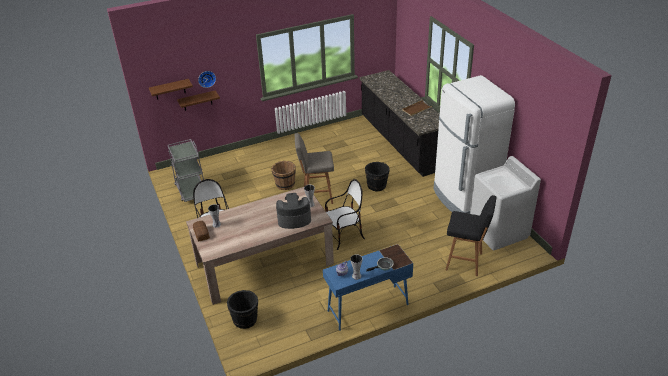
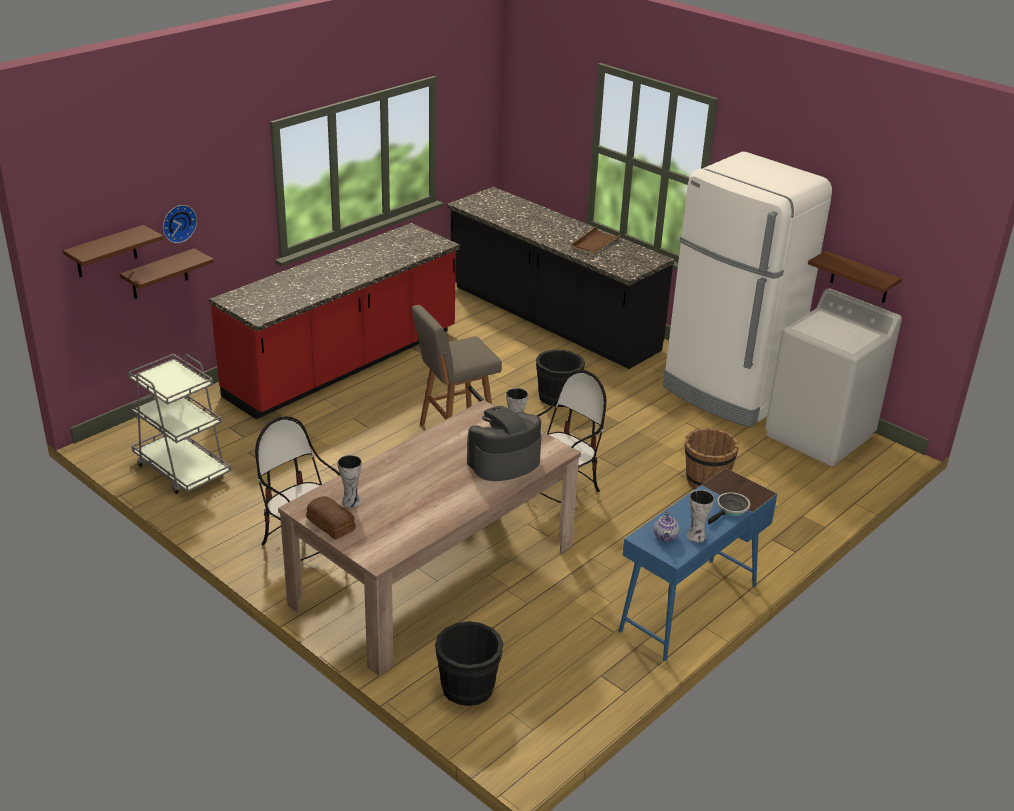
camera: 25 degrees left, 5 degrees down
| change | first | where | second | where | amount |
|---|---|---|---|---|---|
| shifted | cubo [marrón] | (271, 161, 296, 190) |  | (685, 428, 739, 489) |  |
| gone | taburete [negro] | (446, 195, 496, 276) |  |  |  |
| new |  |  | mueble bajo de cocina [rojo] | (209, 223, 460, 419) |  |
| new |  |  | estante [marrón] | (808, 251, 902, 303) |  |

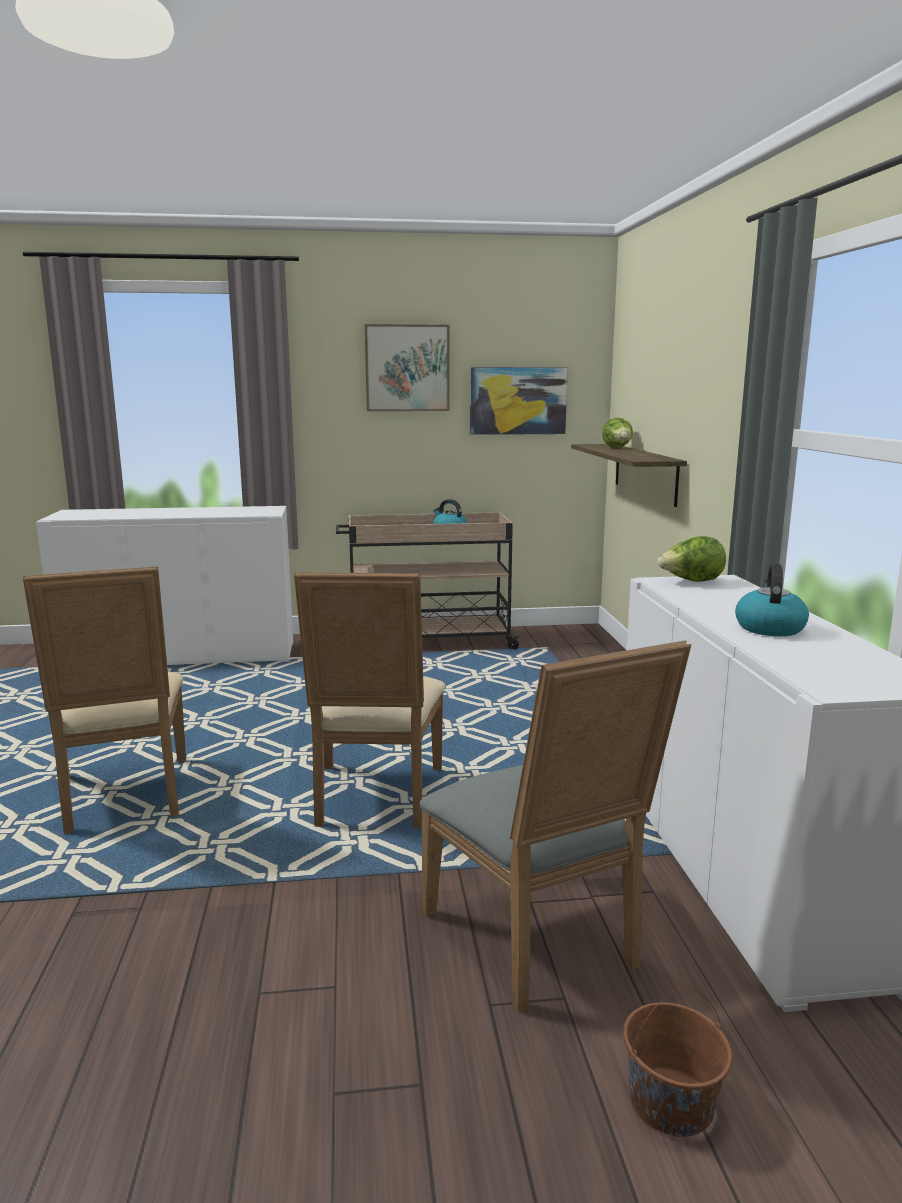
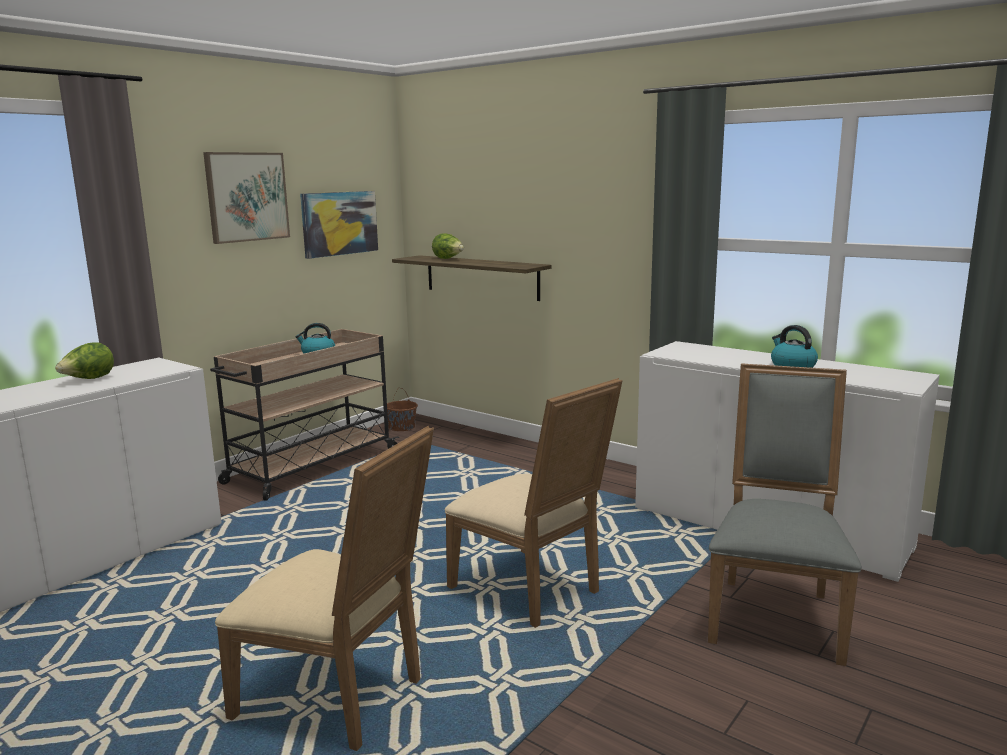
camera: 45 degrees left, 0 degrees up
| change | first | where | second | where | amount |
|---|---|---|---|---|---|
| shifted | lechuga | (657, 536, 726, 582) |  | (55, 342, 114, 379) |  |
| rotated | silla [gris] | (420, 640, 692, 1013) |  | (708, 363, 862, 666) | 90 degrees counterclockwise |
| shifted | cubo [marrón] | (623, 988, 732, 1137) |  | (387, 389, 418, 431) |  |

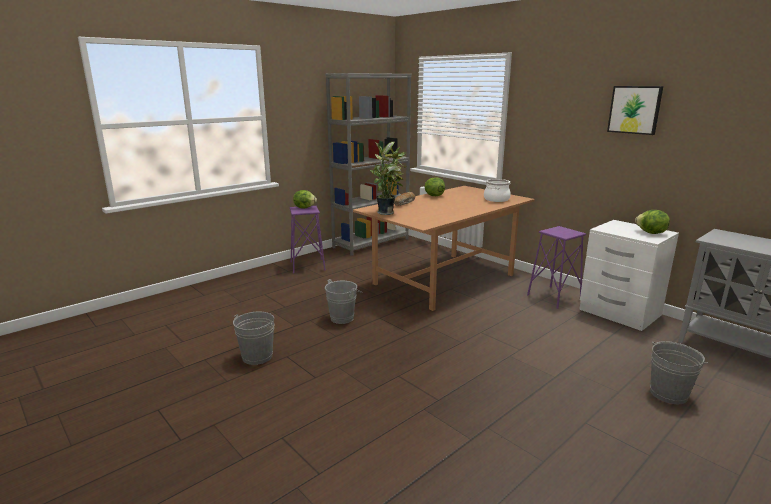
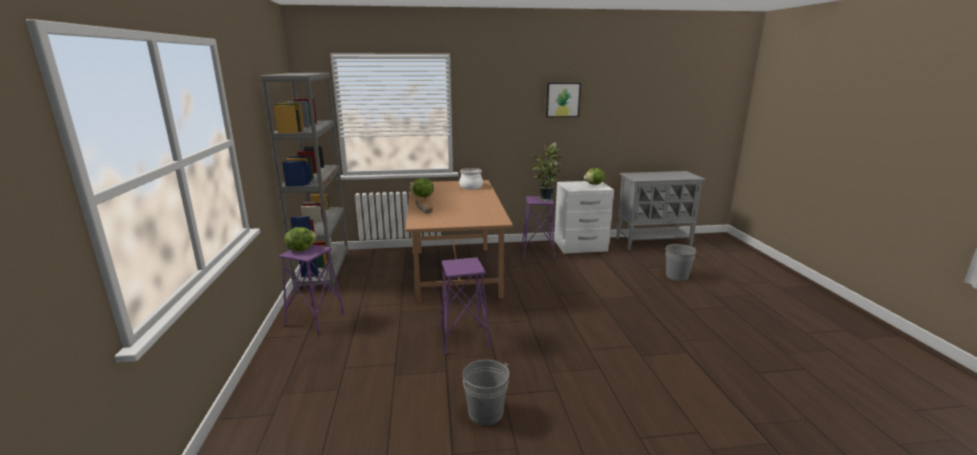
camera: 55 degrees left, 0 degrees up
| change | first | where | second | where | amount |
|---|---|---|---|---|---|
| shifted | planta en maceta | (370, 142, 407, 215) |  | (531, 142, 563, 202) |  |
| swapped | cubo [gris] | (325, 279, 363, 324) | taburete [morado] | (440, 257, 490, 355) |  |

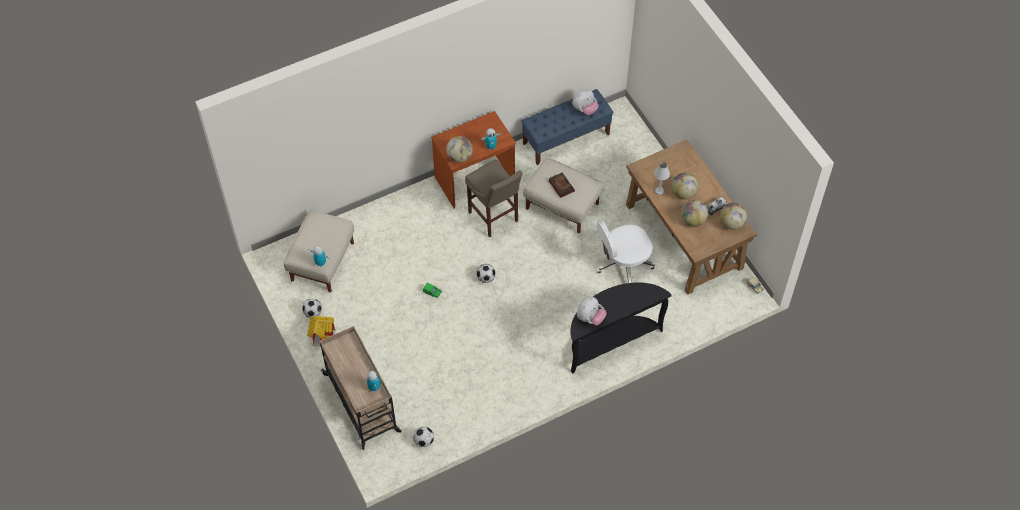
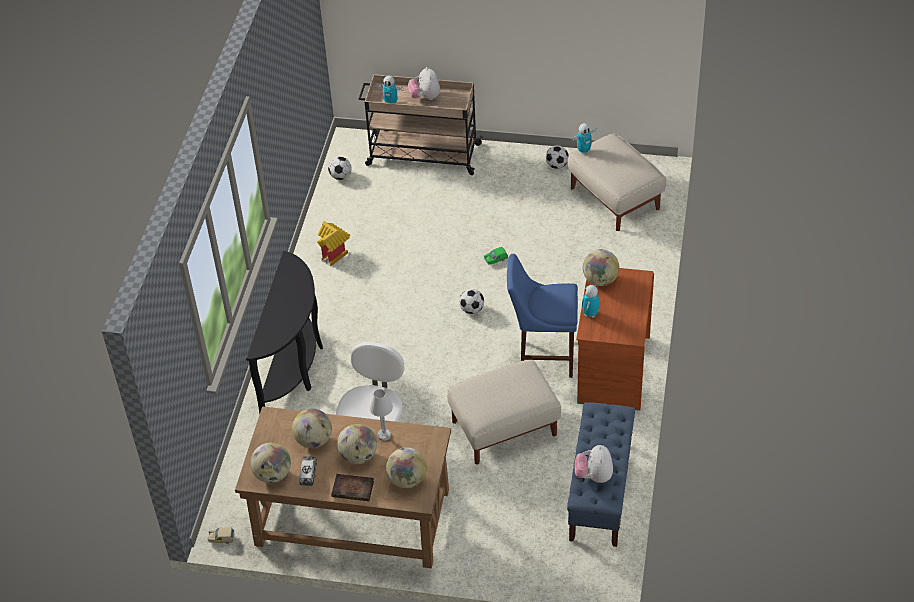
camera: 130 degrees right, 10 degrees down
| change | first | where | second | where | amount |
|---|---|---|---|---|---|
| repainted | taburete [beis] | (465, 159, 522, 238) | taburete [azul] | (507, 254, 578, 378) |  |
| shifted | libro | (549, 172, 575, 198) |  | (331, 474, 374, 501) |  |
| shifted | peluche | (577, 297, 606, 325) |  | (408, 67, 440, 100) |  |
| shifted | casita | (307, 316, 336, 347) |  | (317, 222, 350, 267) |  |
| new |  |  | globo terráqueo | (386, 447, 427, 488) |  |

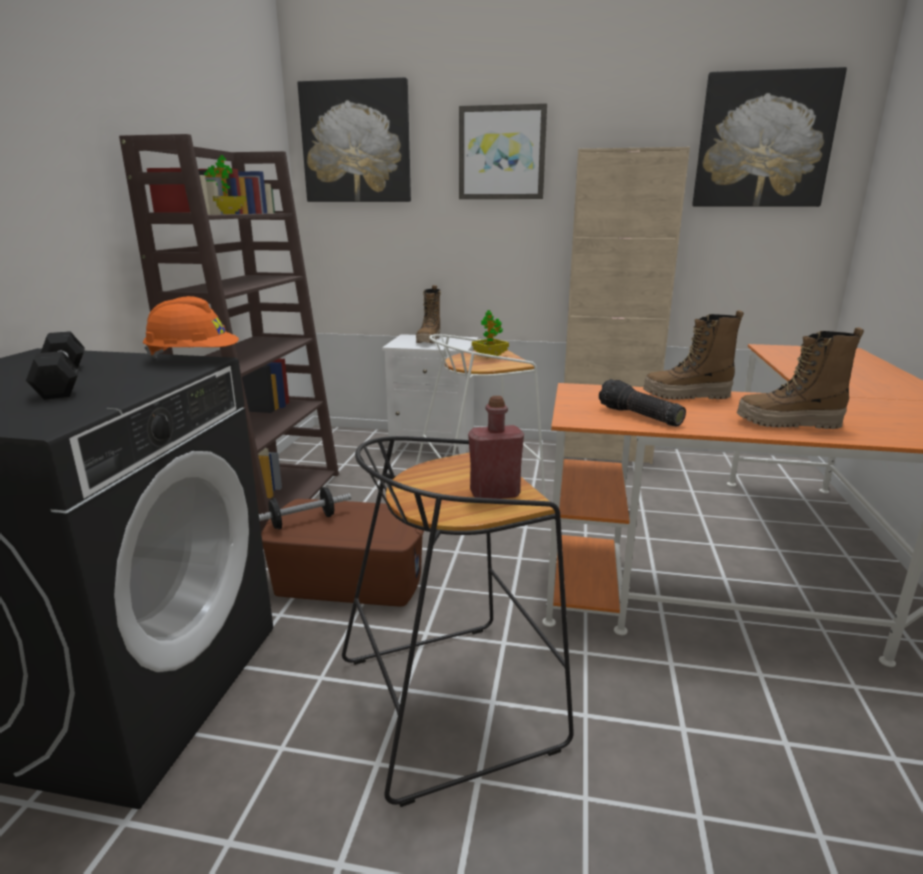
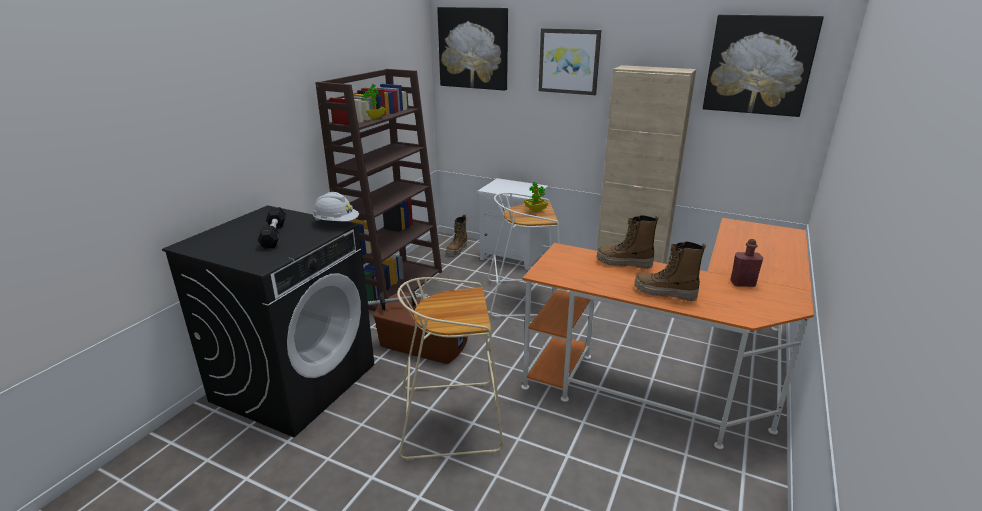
camera: 15 degrees right, 5 degrees up
| change | first | where | second | where | amount |
|---|---|---|---|---|---|
| shifted | bota | (416, 285, 441, 344) |  | (446, 214, 467, 255) |  |
| repainted | casco [naranja] | (143, 296, 239, 359) | casco [blanco] | (313, 192, 359, 222) |  |
| gone | linterna | (599, 379, 686, 427) |  |  |  |
| shifted | botella [rojo] | (468, 396, 524, 499) |  | (730, 239, 763, 287) |  |
| repainted | taburete [negro] | (342, 436, 574, 807) | taburete [beis] | (397, 277, 503, 461) |  |

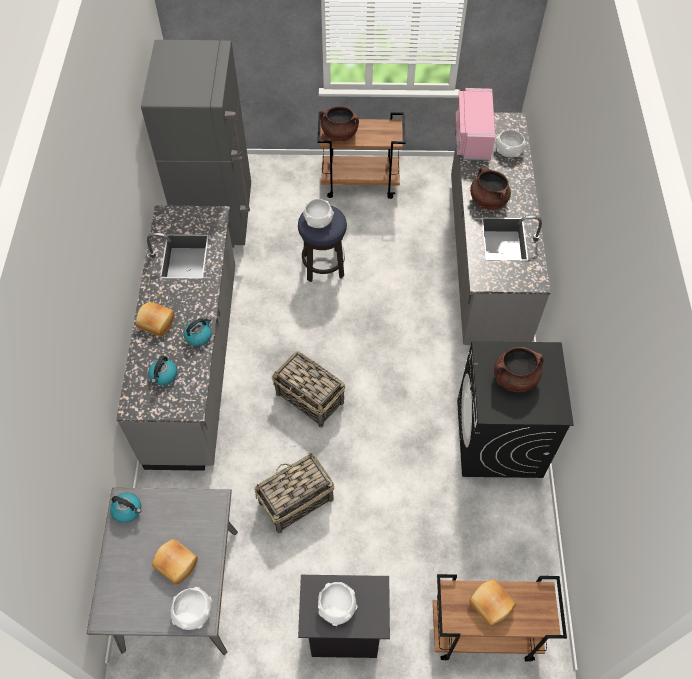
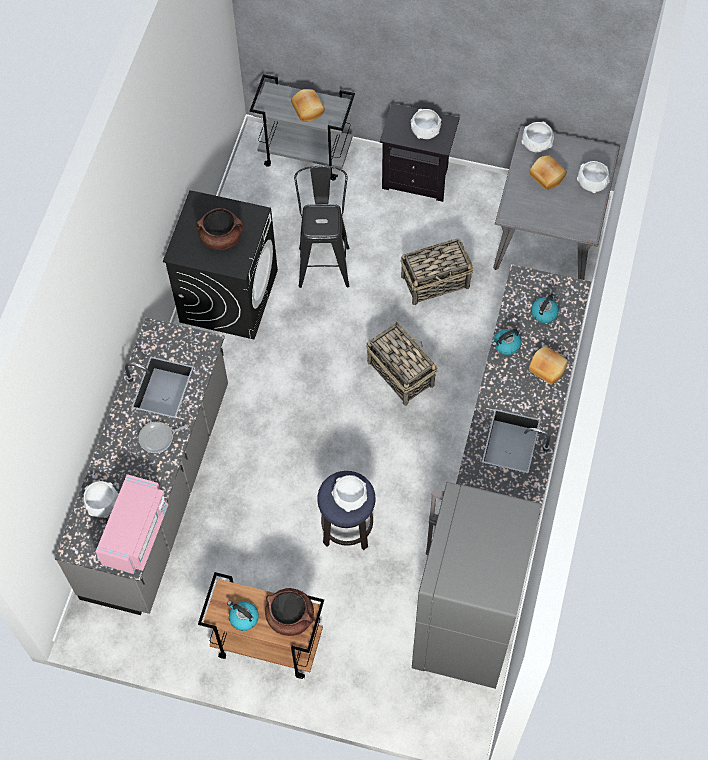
camera: 165 degrees left, 5 degrees up
| change | first | where | second | where | amount |
|---|---|---|---|---|---|
| swapped | olla [marrón] | (470, 167, 511, 210) | sartén | (138, 422, 189, 453) |  |
| shifted | hervidor | (110, 493, 141, 523) |  | (227, 601, 259, 631) |  |
| repainted | carrito [marrón] | (433, 574, 567, 662) | carrito [gris] | (250, 74, 355, 181) |  |
| new |  |  | cuenco [blanco] | (577, 161, 610, 193) |  |
| new |  |  | taburete [negro] | (294, 166, 349, 288) |  |

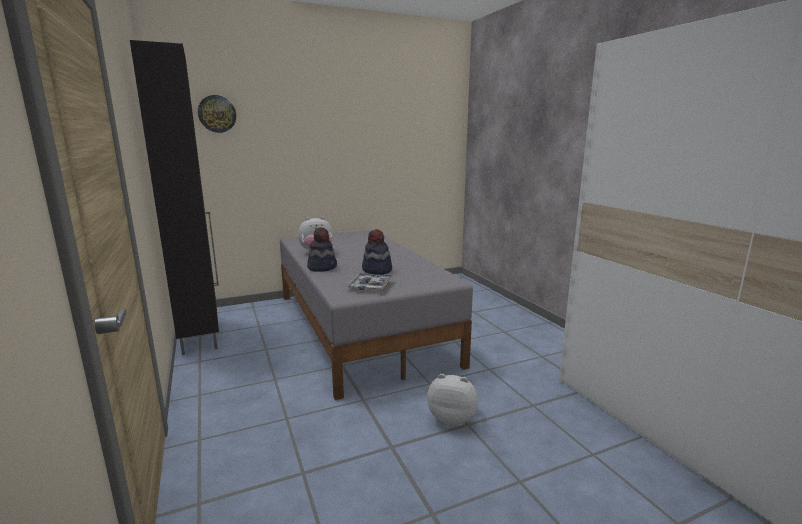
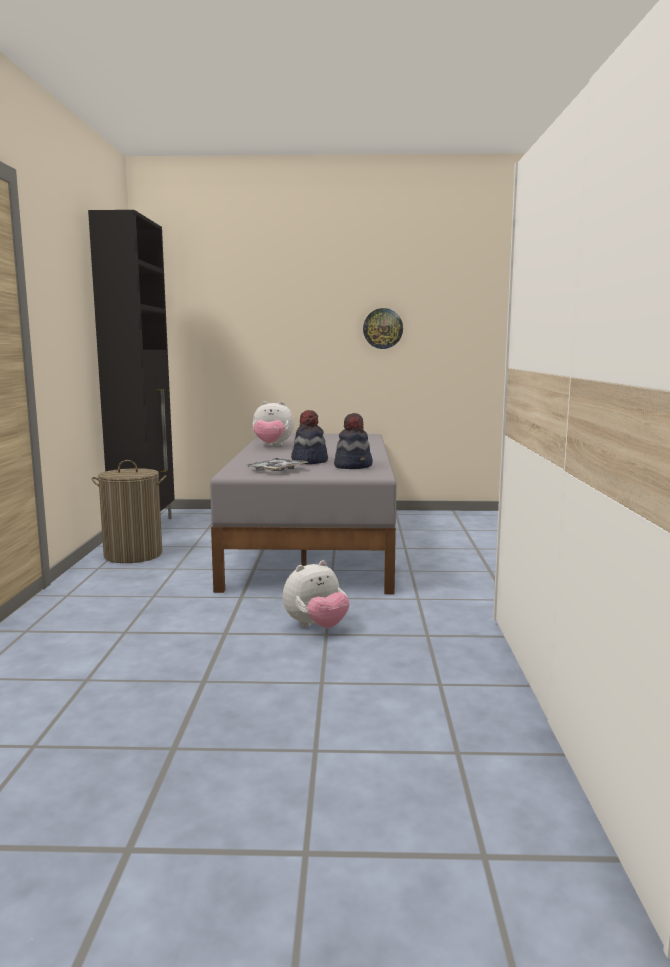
camera: 25 degrees right, 5 degrees down
| change | first | where | second | where | amount |
|---|---|---|---|---|---|
| shifted | reloj de pared | (198, 95, 236, 133) |  | (363, 308, 403, 349) |  |
| shifted | sombrero | (307, 227, 337, 272) |  | (334, 413, 373, 469) |  |
| rotated | peluche | (427, 374, 478, 427) |  | (283, 560, 350, 628) | 105 degrees clockwise |
| new |  |  | cesto de la ropa | (92, 460, 166, 563) |  |

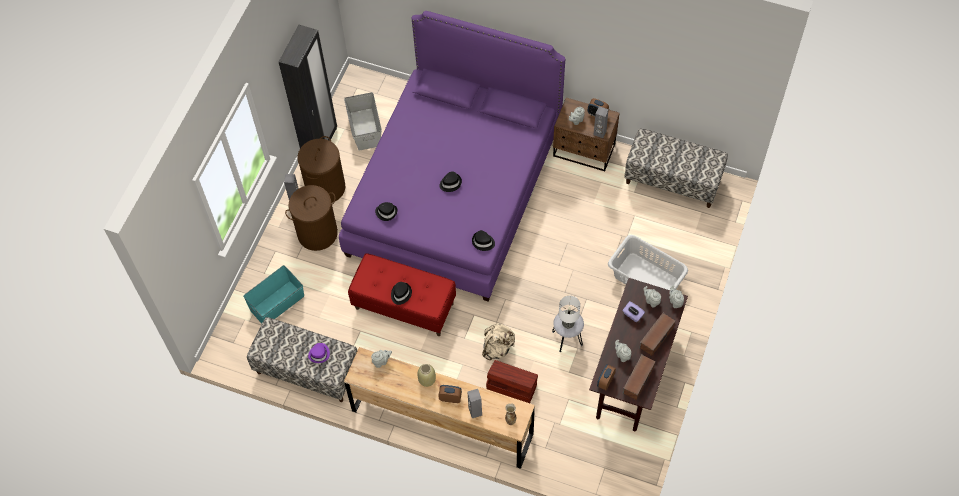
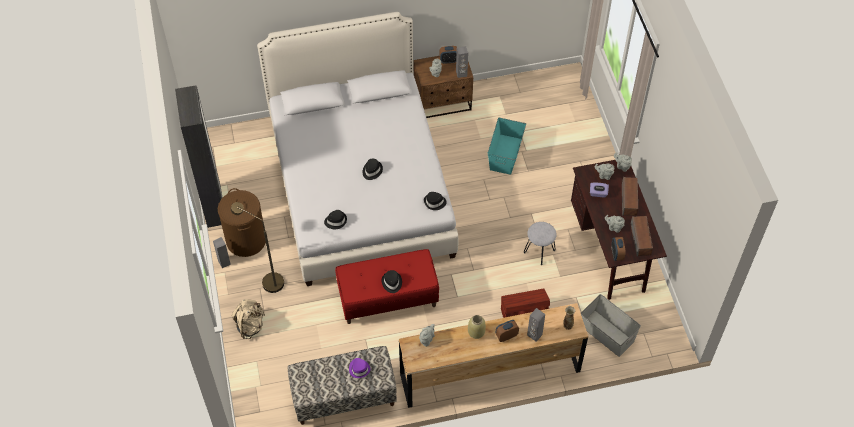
camera: 35 degrees left, 5 degrees down
| change | first | where | second | where | amount |
|---|---|---|---|---|---|
| repainted | cama [morado] | (339, 11, 565, 301) | cama [blanco] | (257, 12, 458, 286) |  |
| shifted | caja de almacenaje [gris] | (344, 92, 382, 151) |  | (581, 294, 641, 357) |  |
| gone | banco | (624, 128, 728, 208) |  |  |  |
| swapped | cesto de la ropa [marrón] | (285, 185, 338, 251) | lámpara de pie [marrón] | (231, 202, 284, 293) |  |
| gone | cesto de la ropa [gris] | (608, 235, 688, 290) |  |  |  |
| shifted | caja de almacenaje [turquesa] | (243, 265, 304, 323) |  | (488, 118, 526, 175) |  |
| gone | lámpara de mesa | (559, 296, 580, 329) |  |  |  |
| shifted | mochila [beis] | (482, 323, 515, 360) |  | (232, 299, 265, 339) |  |

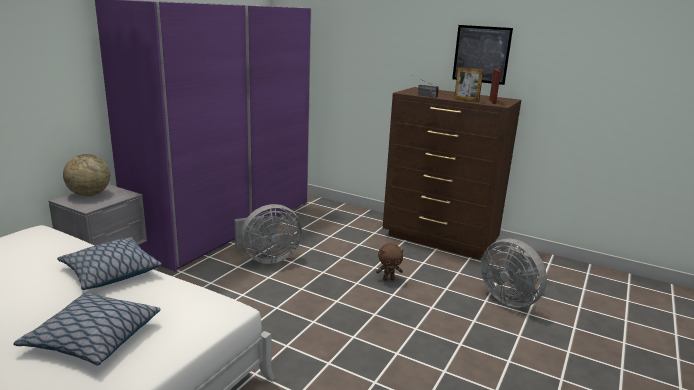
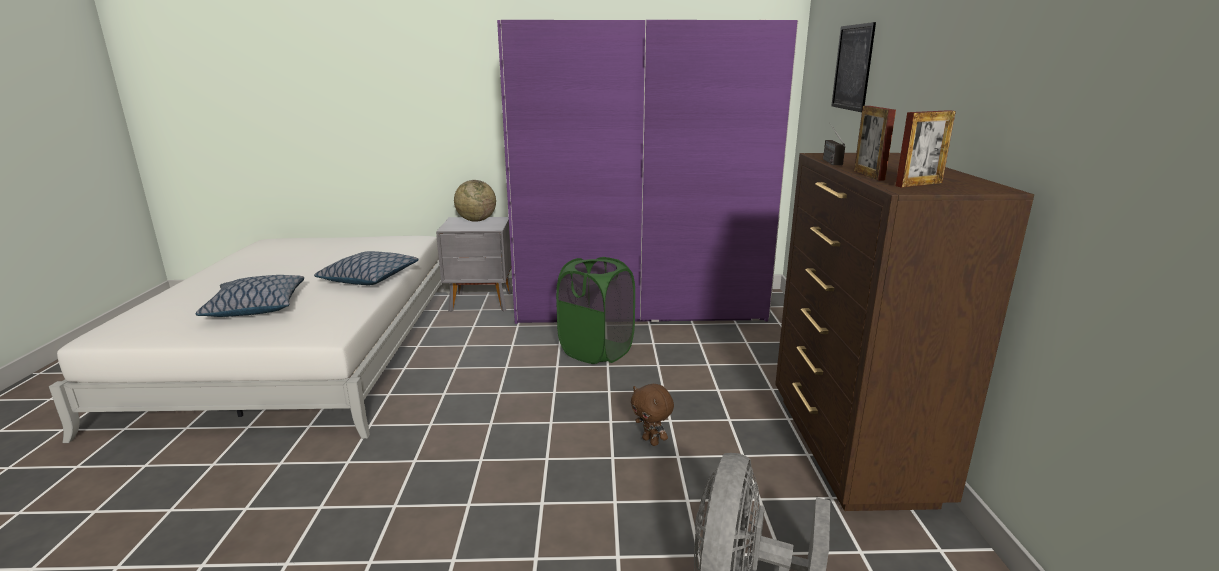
camera: 60 degrees right, 0 degrees up
| change | first | where | second | where | amount |
|---|---|---|---|---|---|
| shifted | cuadro | (452, 25, 513, 85) |  | (831, 22, 876, 112) |  |
| swapped | ventilador [gris] | (234, 204, 302, 264) | cesto de la ropa [verde] | (556, 257, 635, 364) |  |

